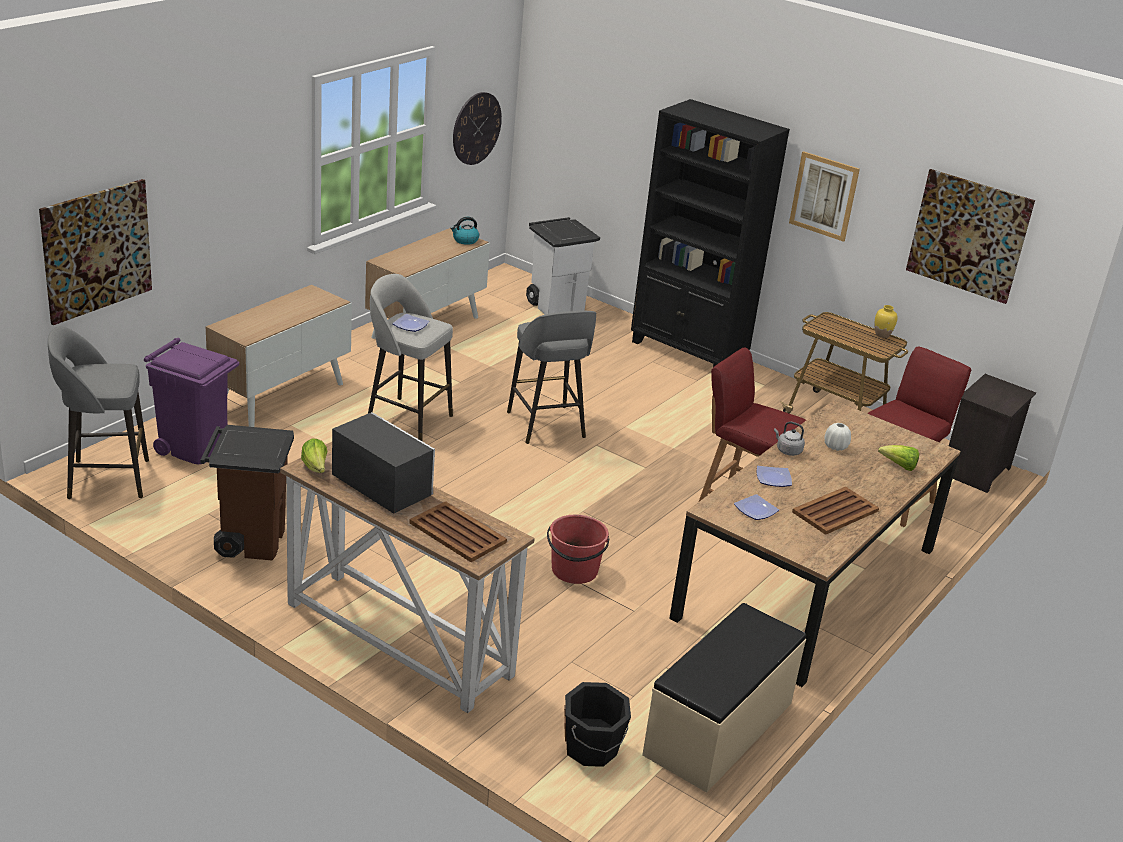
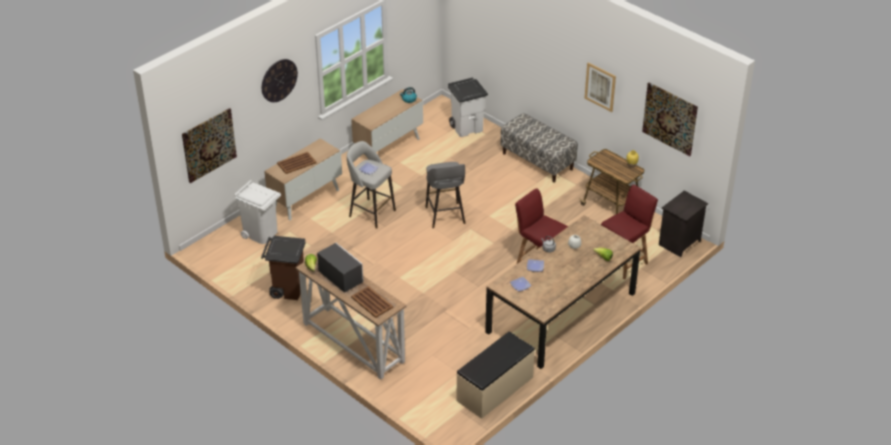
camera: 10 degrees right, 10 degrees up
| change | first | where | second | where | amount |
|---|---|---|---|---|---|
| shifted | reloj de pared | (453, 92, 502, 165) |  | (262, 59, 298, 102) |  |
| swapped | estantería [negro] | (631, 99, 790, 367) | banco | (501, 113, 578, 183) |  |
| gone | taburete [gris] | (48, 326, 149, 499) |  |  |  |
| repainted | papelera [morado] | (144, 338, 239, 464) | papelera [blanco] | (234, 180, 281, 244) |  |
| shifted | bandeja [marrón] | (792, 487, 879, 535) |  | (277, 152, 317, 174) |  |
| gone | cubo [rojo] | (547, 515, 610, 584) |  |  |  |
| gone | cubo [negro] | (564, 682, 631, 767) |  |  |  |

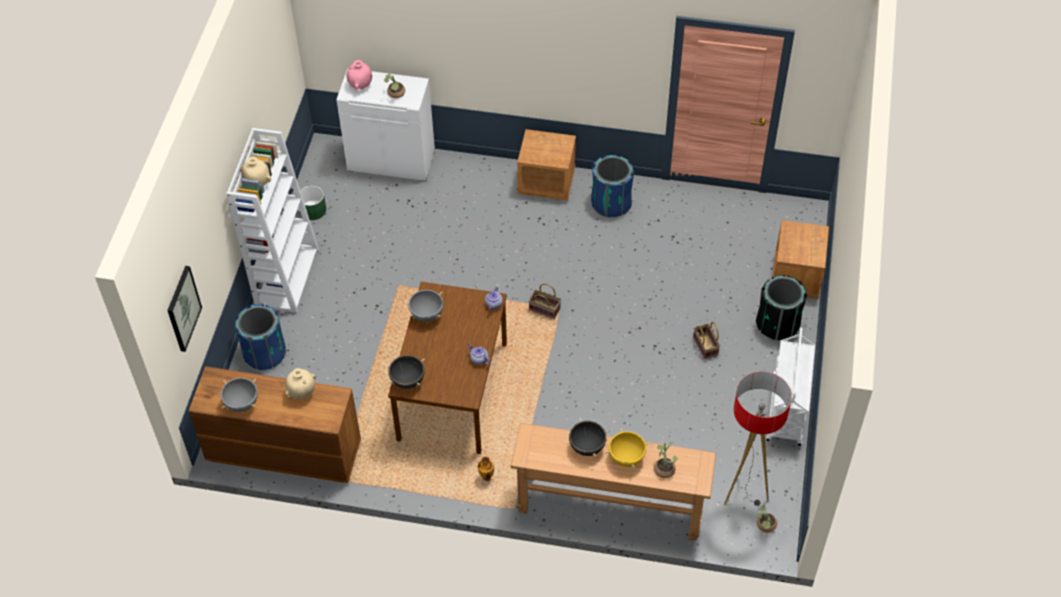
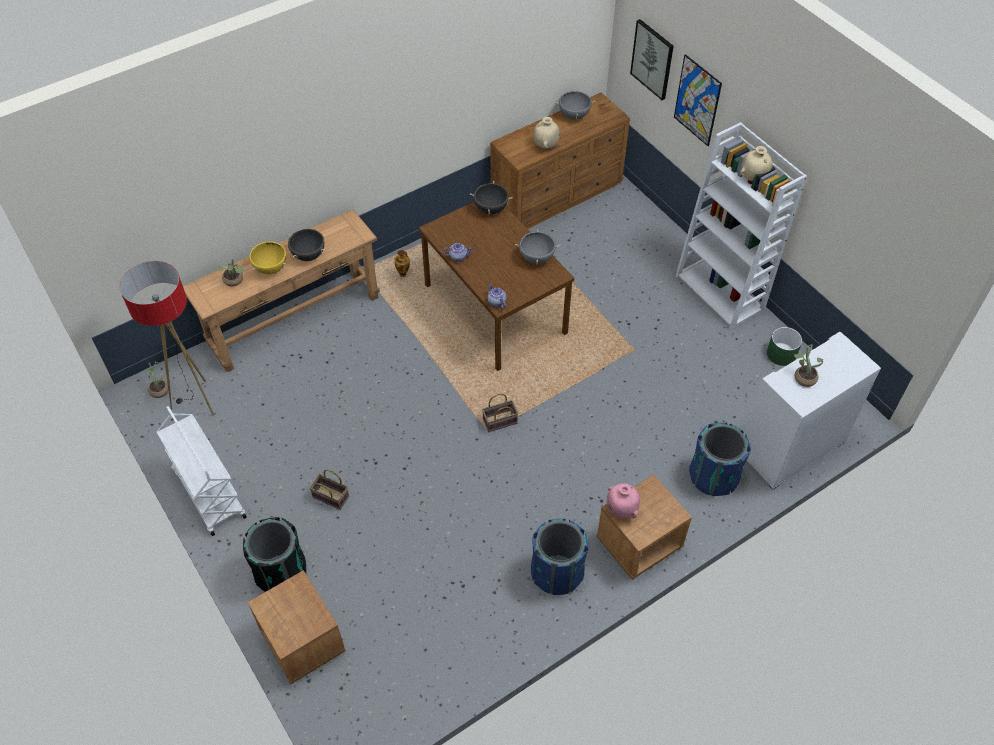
camera: 135 degrees right, 0 degrees up
| change | first | where | second | where | amount |
|---|---|---|---|---|---|
| shifted | florero [rosa] | (346, 60, 372, 90) |  | (607, 483, 640, 518) |  |
| shifted | papelera [azul] | (235, 304, 286, 370) |  | (689, 423, 751, 496) |  |
| new |  |  | cuadro | (674, 54, 722, 146) |  |

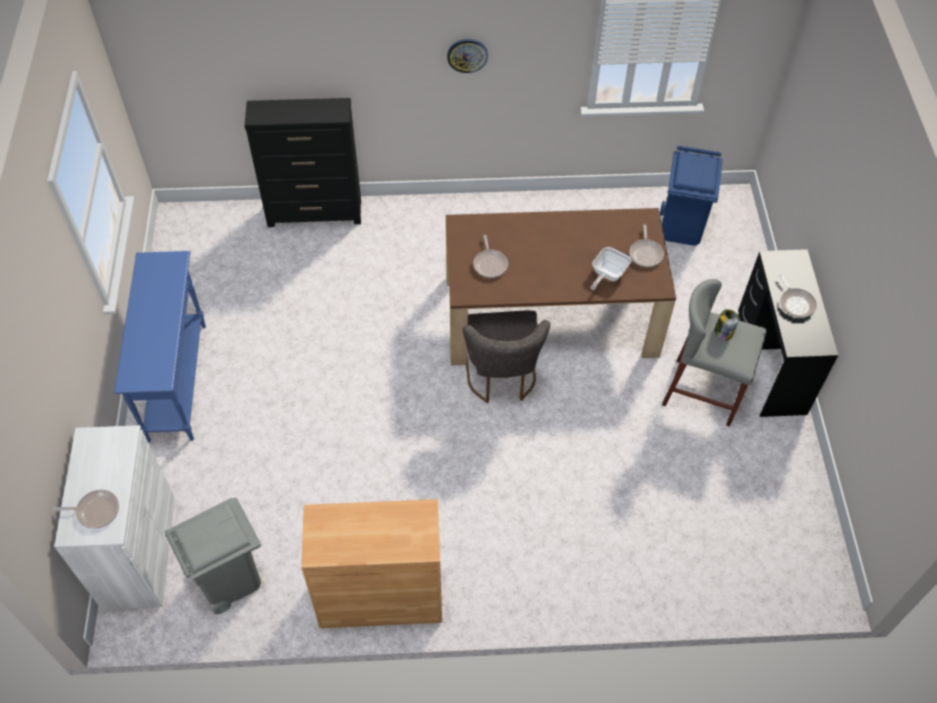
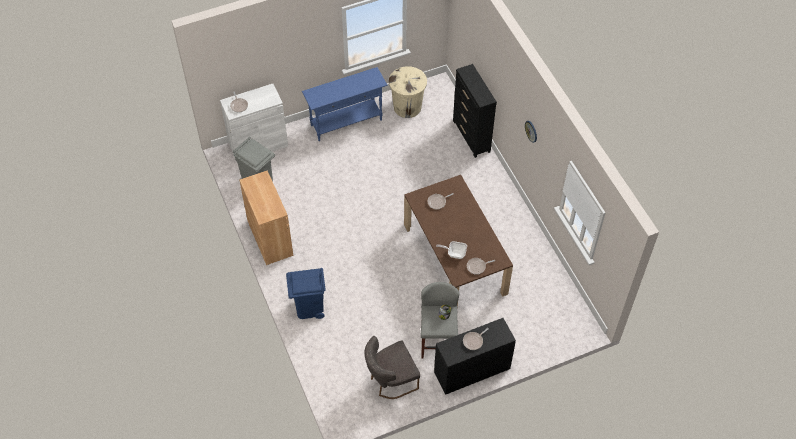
camera: 70 degrees right, 0 degrees up
| change | first | where | second | where | amount |
|---|---|---|---|---|---|
| shifted | papelera [azul] | (660, 146, 723, 245) |  | (286, 268, 326, 319) |  |
| shifted | silla [gris] | (462, 310, 550, 403) |  | (365, 336, 420, 399) |  |
| new |  |  | papelera [beis] | (389, 66, 427, 118) |  |

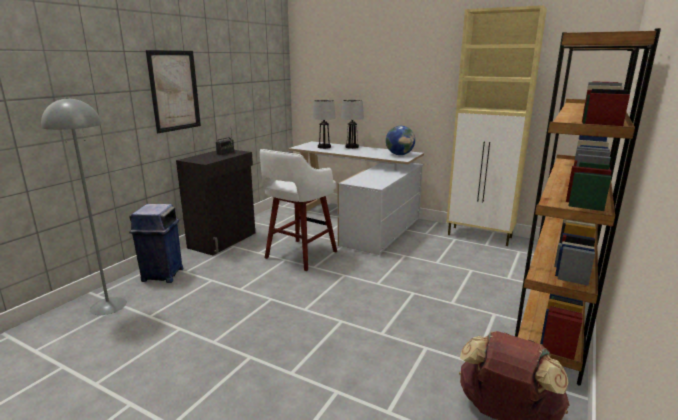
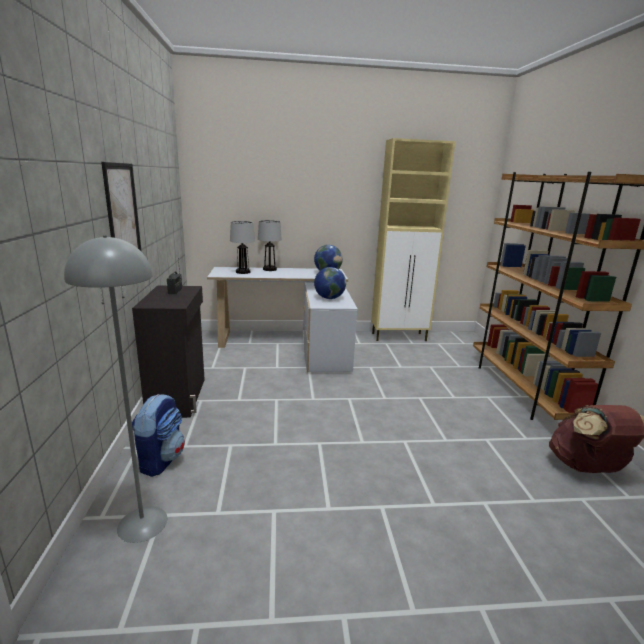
camera: 35 degrees left, 0 degrees up
| change | first | where | second | where | amount |
|---|---|---|---|---|---|
| gone | taburete [blanco] | (260, 149, 337, 271) |  |  |  |
| swapped | papelera [azul] | (129, 204, 183, 283) | mochila | (132, 394, 185, 477) |  |
| new |  |  | globo terráqueo | (314, 267, 346, 299) |  |

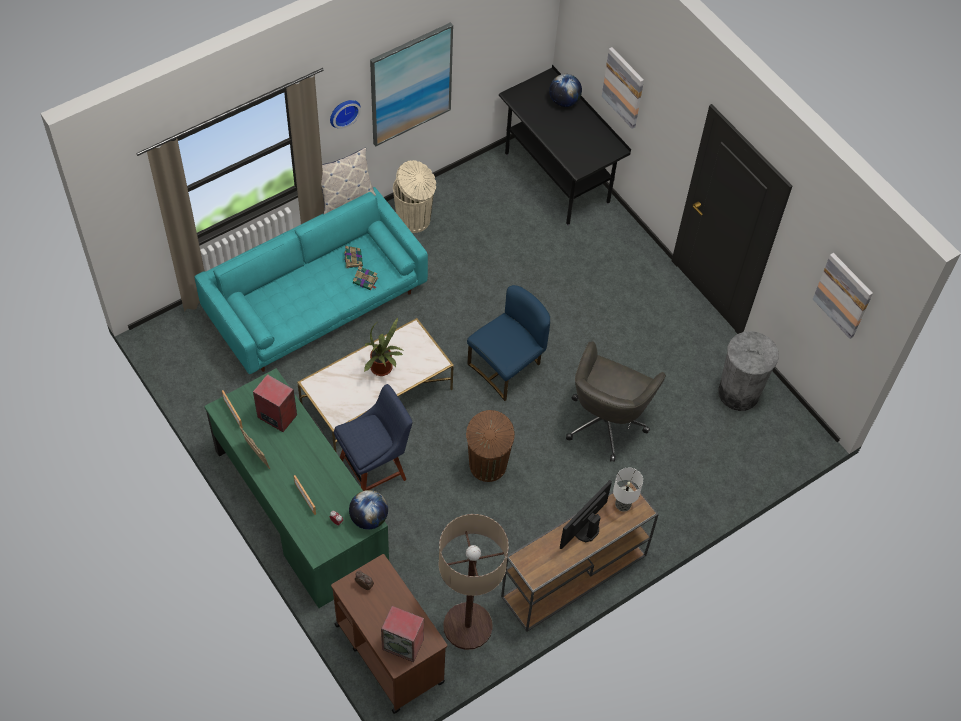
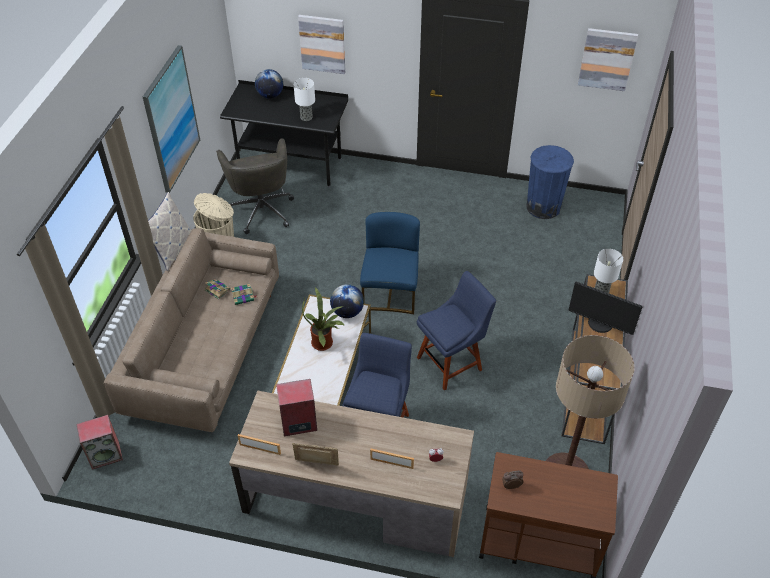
camera: 40 degrees left, 10 degrees down
| change | first | where | second | where | amount |
|---|---|---|---|---|---|
| gone | reloj de pared | (330, 100, 361, 129) |  |  |  |
| repainted | sofá [turquesa] | (194, 187, 428, 374) | sofá [beis] | (104, 228, 279, 432) |  |
| repainted | papelera [gris] | (718, 331, 779, 411) | papelera [azul] | (526, 145, 574, 219) |  |
| shifted | silla de oficina [gris] | (566, 342, 666, 462) |  | (216, 138, 294, 234) |  |
| repainted | escritorio [verde] | (204, 368, 389, 608) | escritorio [marrón] | (229, 391, 474, 557) |  |
| swapped | papelera [marrón] | (466, 410, 515, 482) | silla [azul] | (417, 271, 496, 391) |  |
| rotated | monitor | (560, 480, 612, 549) |  | (569, 281, 643, 335) | 60 degrees counterclockwise |
| shifted | globo terráqueo | (349, 490, 388, 529) |  | (330, 284, 364, 318) |  |
| shifted | altavoz | (381, 606, 424, 662) |  | (76, 415, 123, 470) |  |
| new |  |  | lámpara de mesa | (293, 78, 315, 121) |  |

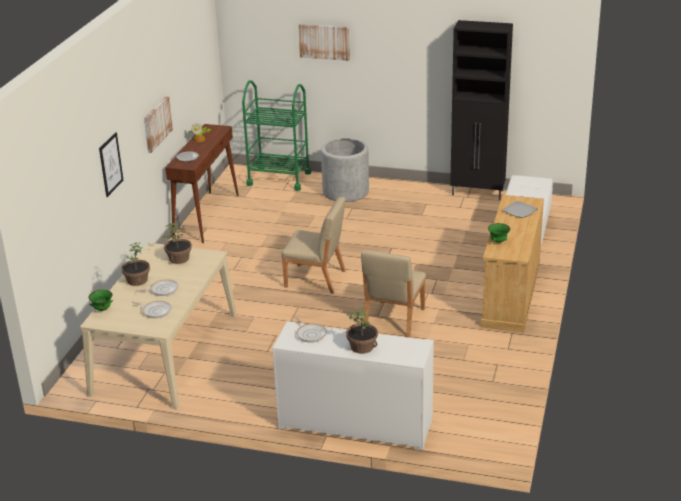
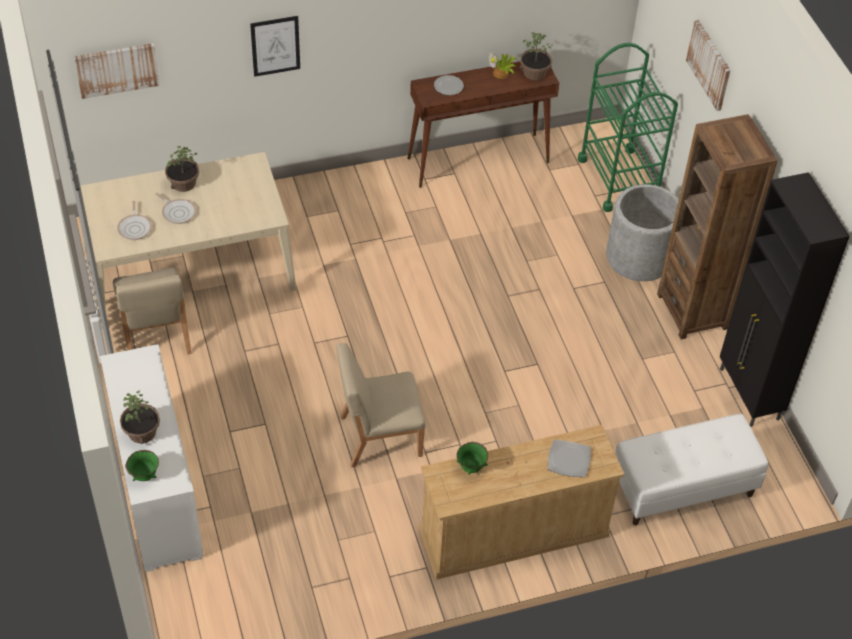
camera: 55 degrees right, 20 degrees up
| change | first | where | second | where | amount |
|---|---|---|---|---|---|
| shifted | cuadro | (144, 96, 173, 153) |  | (74, 43, 159, 99) |  |
| shifted | silla [beis] | (281, 197, 346, 294) |  | (113, 268, 191, 354) |  |
| shifted | planta en maceta | (163, 223, 192, 264) |  | (519, 32, 554, 80) |  |
| shifted | cuenco [verde] | (88, 290, 113, 311) |  | (125, 450, 159, 481) |  |
| gone | sartén | (295, 317, 327, 343) |  |  |  |
| new |  |  | estantería [marrón] | (657, 114, 778, 340) |  |

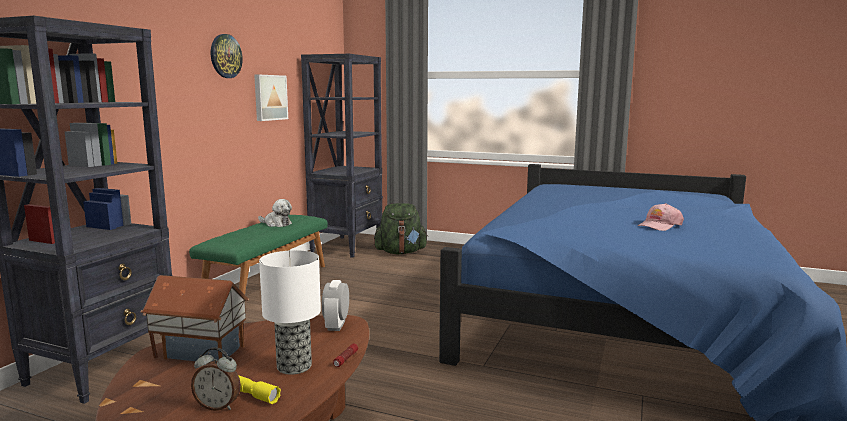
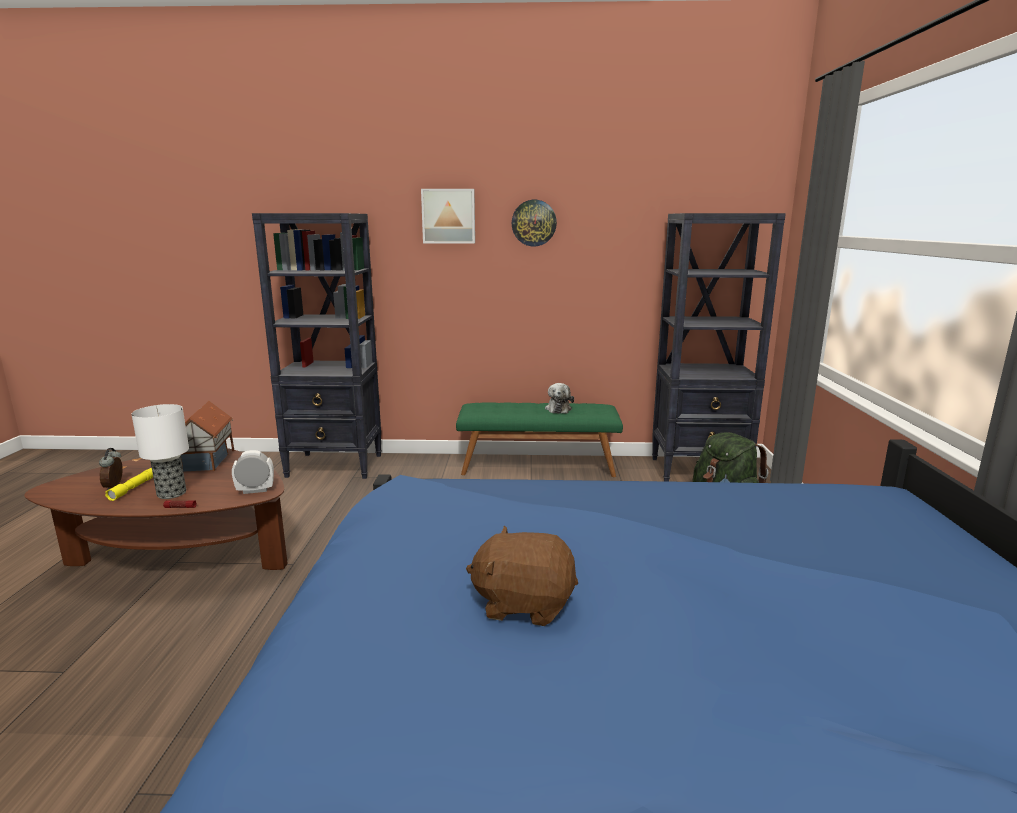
camera: 70 degrees right, 5 degrees up
| change | first | where | second | where | amount |
|---|---|---|---|---|---|
| shifted | cuadro | (254, 75, 288, 121) |  | (421, 189, 475, 243) |  |
| swapped | gorra [rosa] | (638, 203, 684, 231) | peluche [marrón] | (466, 526, 578, 626) |  |

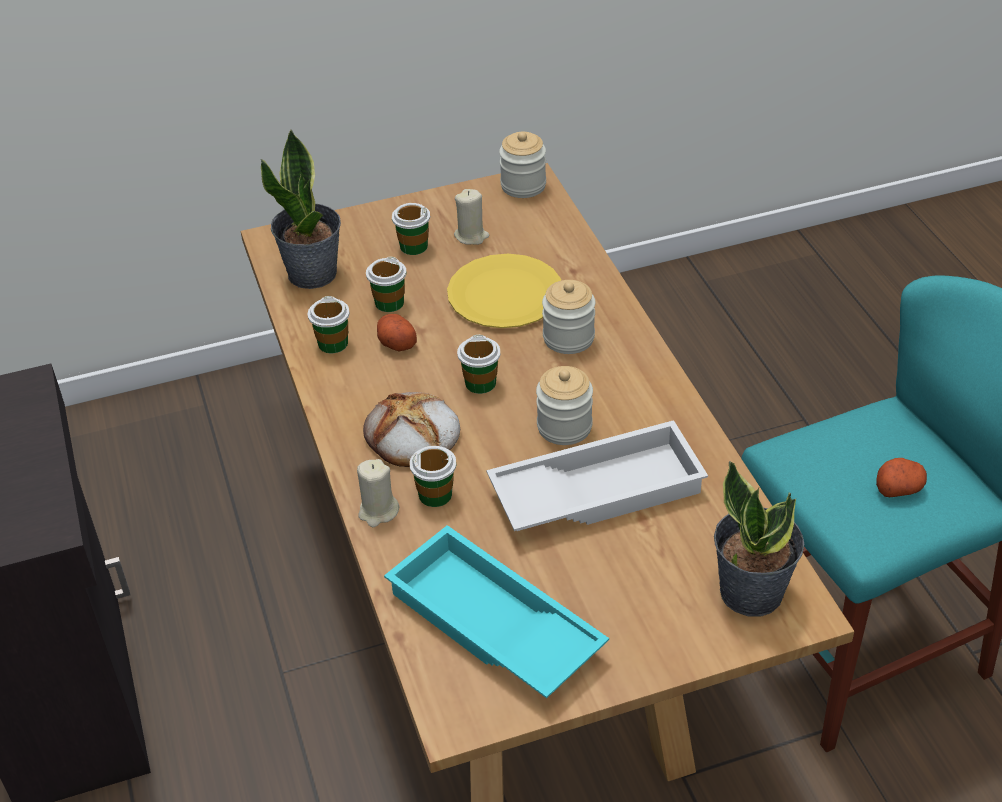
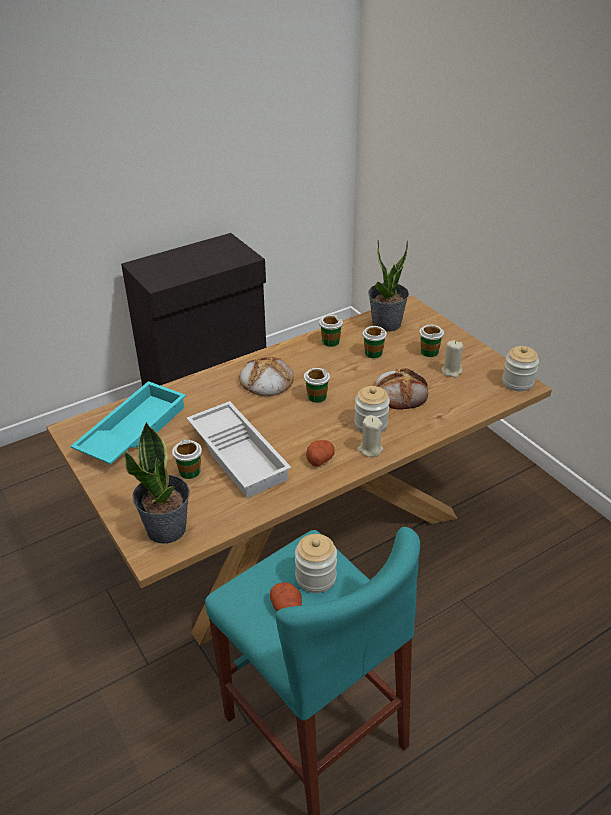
camera: 75 degrees right, 5 degrees down
| change | first | where | second | where | amount |
|---|---|---|---|---|---|
| swapped | plato [amarillo] | (447, 254, 561, 328) | pan | (375, 368, 428, 410) |  |
| shifted | patata | (377, 314, 417, 351) |  | (306, 440, 335, 467) |  |
| shifted | tarro | (536, 366, 593, 445) |  | (295, 534, 337, 593) |  |
| shifted | taza | (409, 445, 457, 507) |  | (172, 439, 202, 479) |  |
| shifted | vela [beis] | (357, 459, 399, 527) |  | (357, 415, 383, 457) |  |

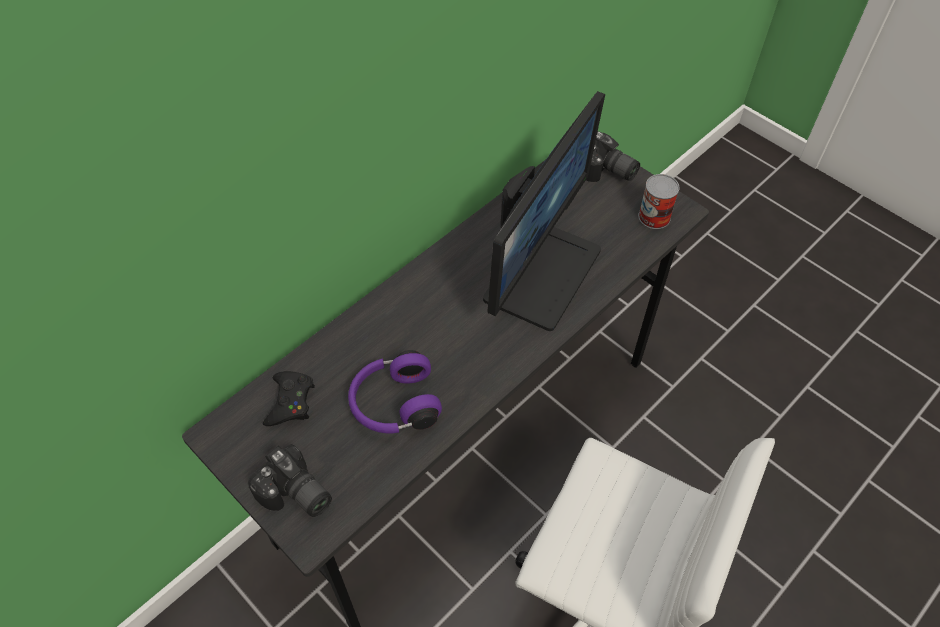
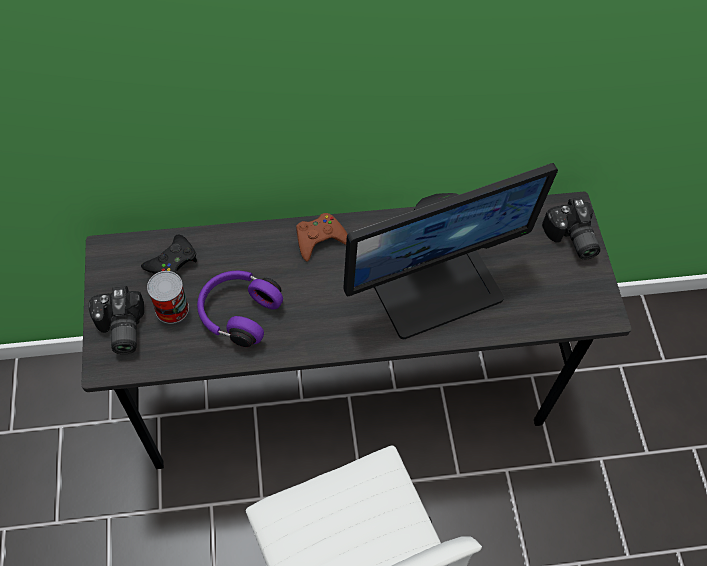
camera: 35 degrees right, 5 degrees up
| change | first | where | second | where | amount |
|---|---|---|---|---|---|
| shifted | lata | (638, 174, 679, 229) |  | (147, 271, 189, 324) |  |
| new |  |  | mando de consola [marrón] | (296, 213, 347, 261) |  |

